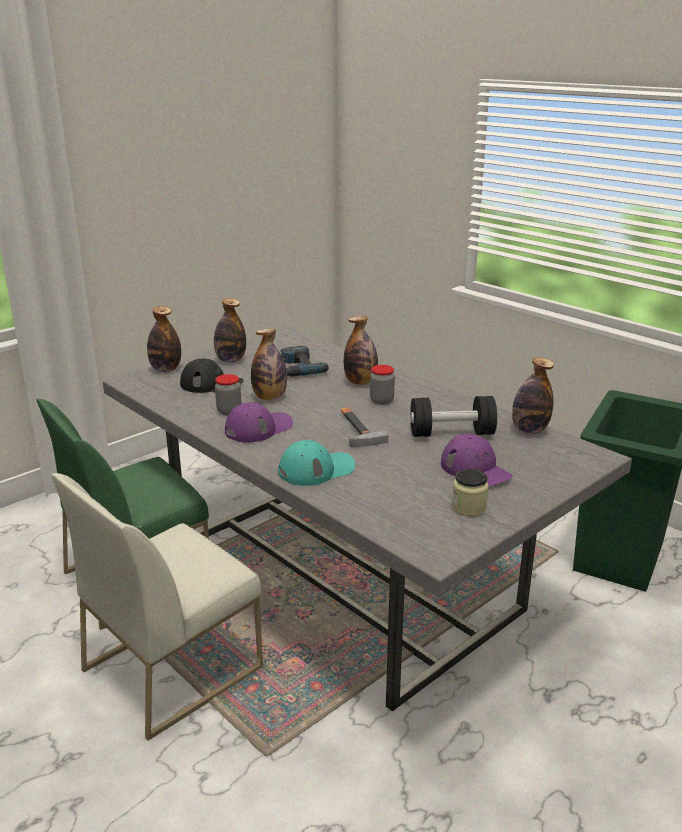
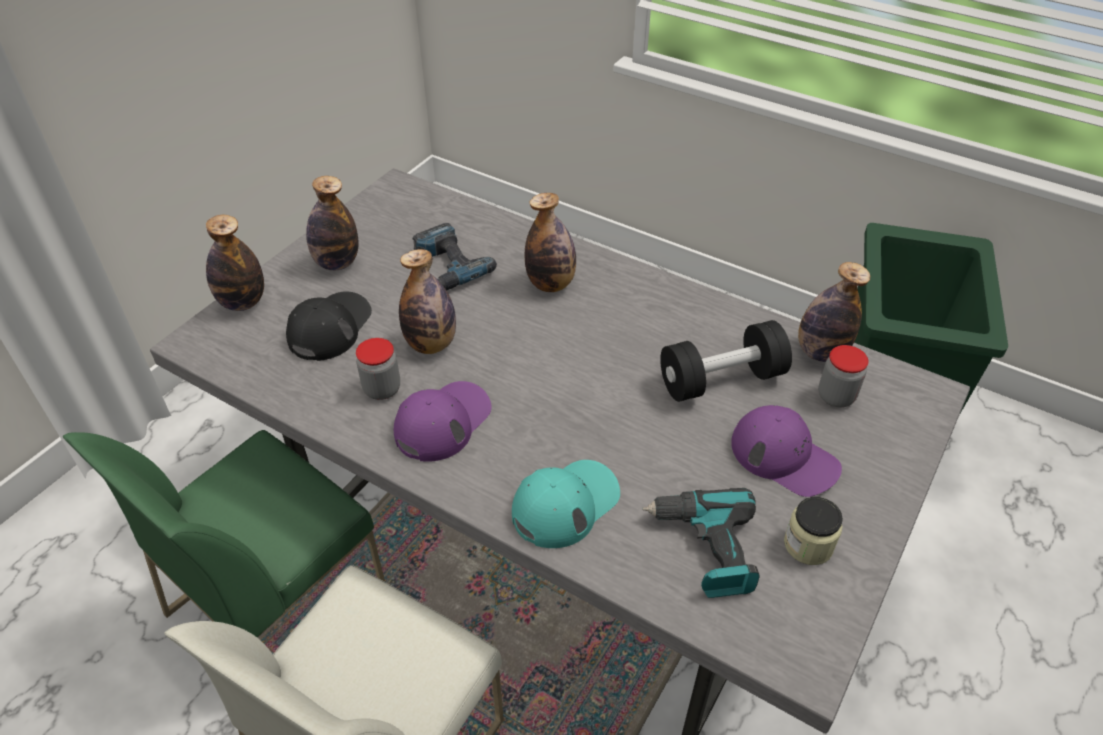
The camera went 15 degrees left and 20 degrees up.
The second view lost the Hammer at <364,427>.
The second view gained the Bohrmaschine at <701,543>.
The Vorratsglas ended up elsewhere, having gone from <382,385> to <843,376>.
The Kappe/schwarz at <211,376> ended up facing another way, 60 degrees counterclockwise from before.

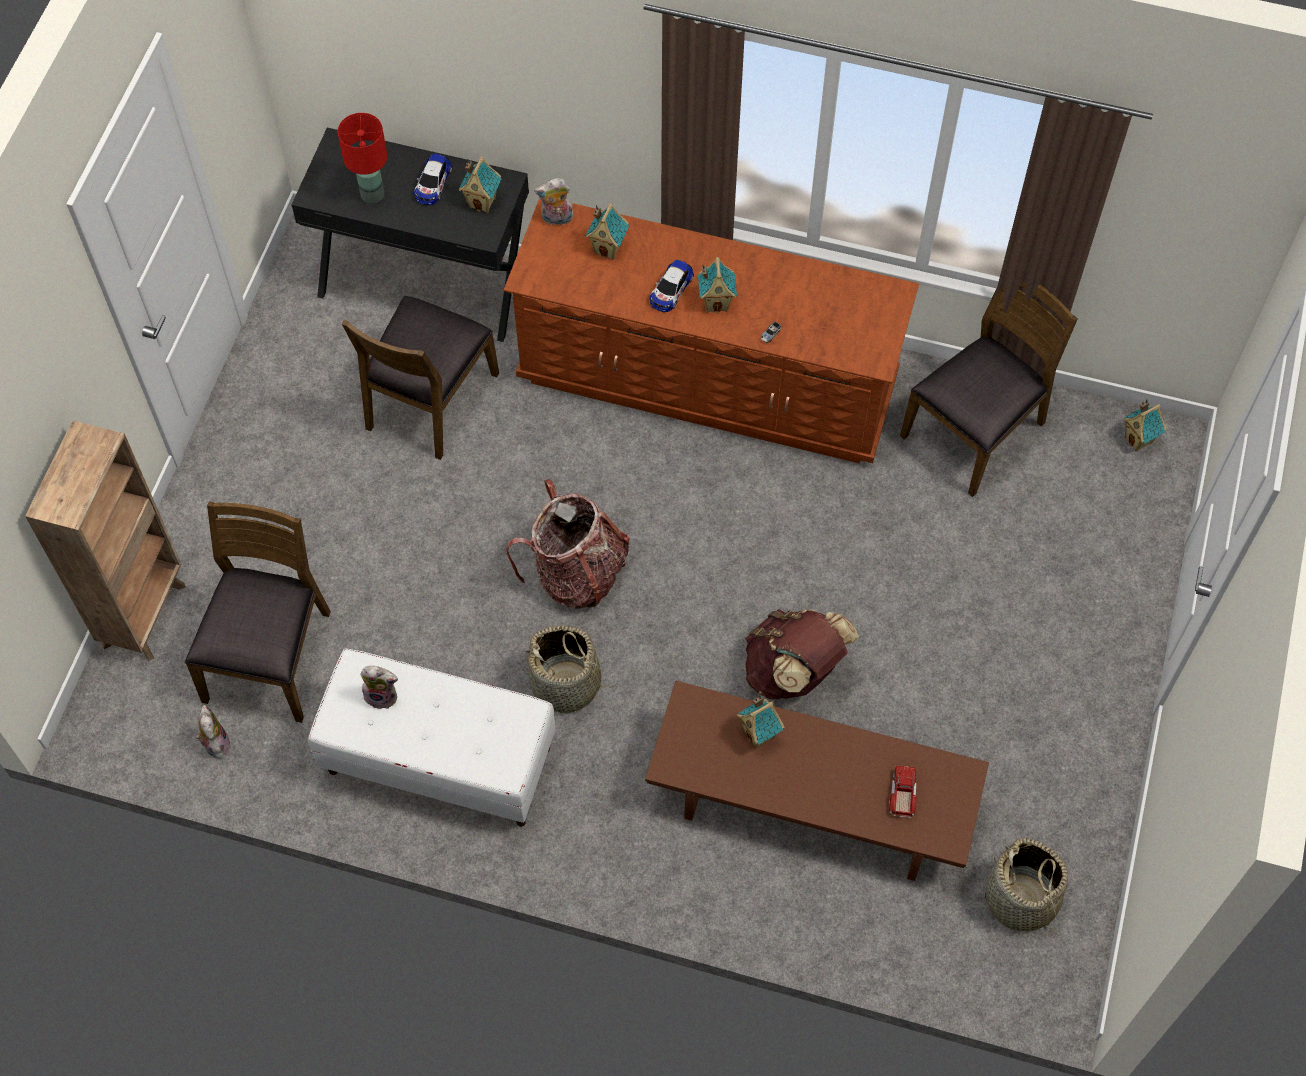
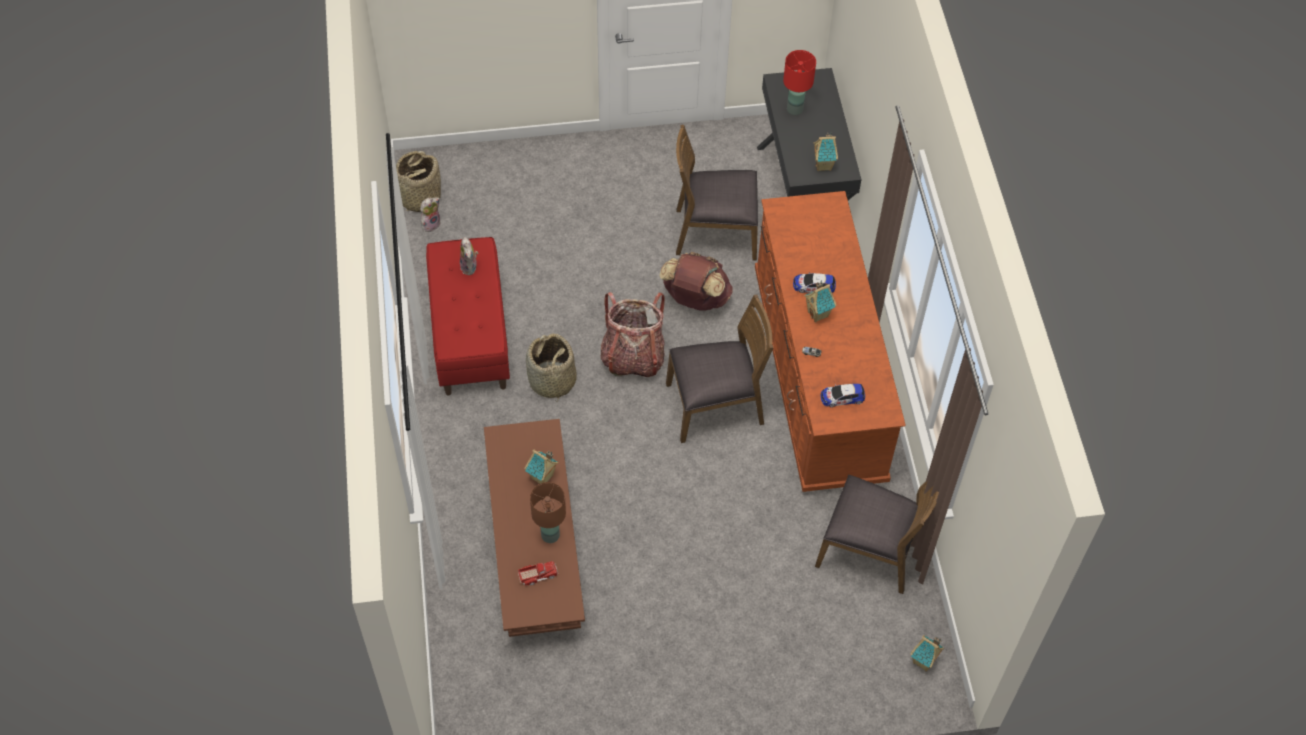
The camera went 65 degrees right and 5 degrees down.
The second view lost the Bücherregal/braun at <105,540>.
The second view lost the Plüschtier at <554,201>.
The second view lost the Spielzeughaus at <607,231>.
The second view gained the Tischlampe/braun at <548,512>.
The Stuhl/braun ended up elsewhere, having gone from <258,612> to <719,369>.
The Spielzeugauto ended up elsewhere, having gone from <433,179> to <843,395>.
The Rucksack/braun ended up elsewhere, having gone from <802,654> to <696,281>.
The Korb ended up elsewhere, having gone from <1026,887> to <418,181>.
What was the Bank/weiß at <431,738> turned into the Bank/rot at <468,316>.

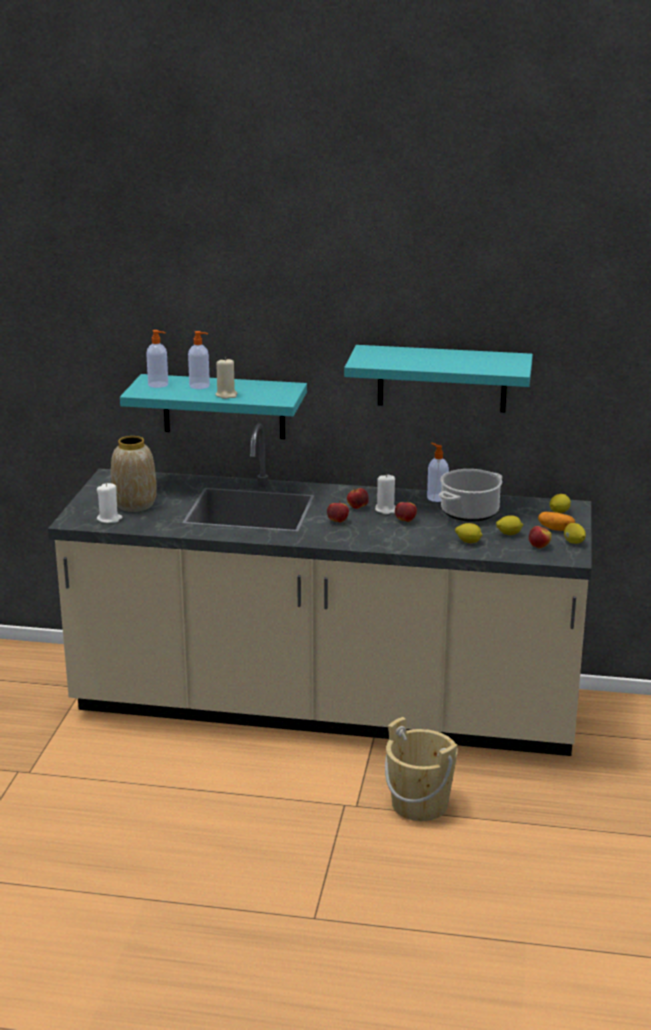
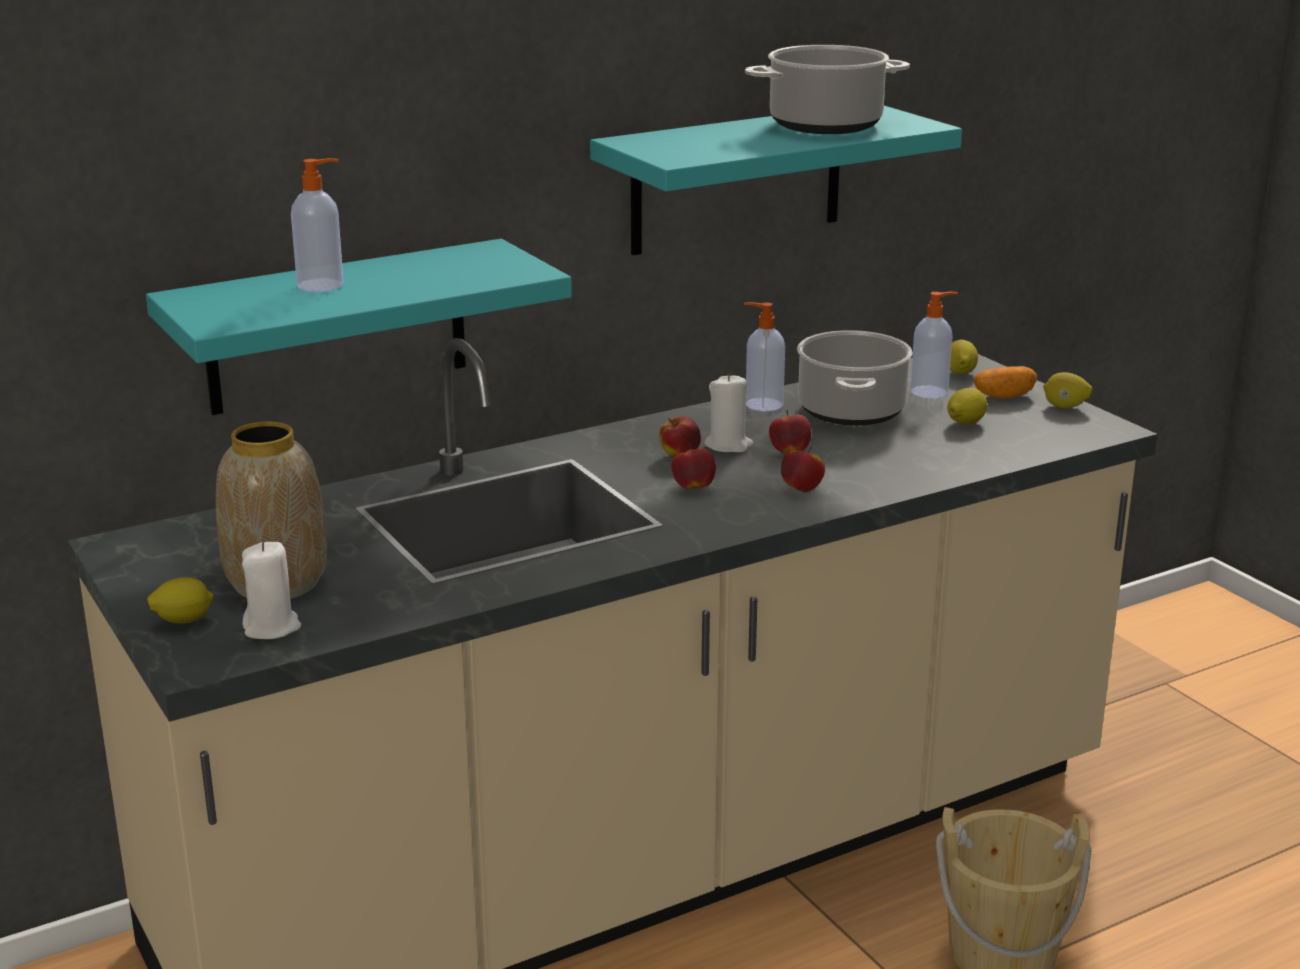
The camera went 40 degrees left and 0 degrees up.
The second view lost the Kerze/beige at <226,378>.
The second view gained the Kochtopf at <827,89>.
The Seifenspender ended up elsewhere, having gone from <157,359> to <934,345>.
The Zitrone ended up elsewhere, having gone from <468,533> to <180,600>.
The Apfel ended up elsewhere, having gone from <540,537> to <803,469>.

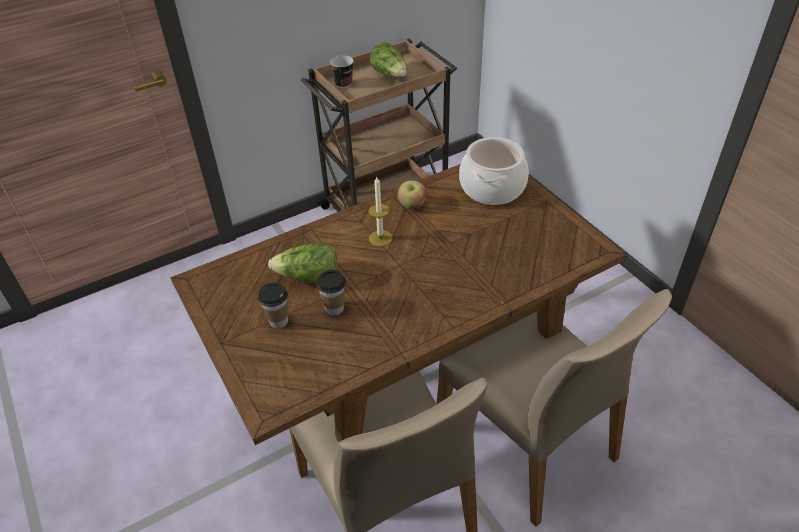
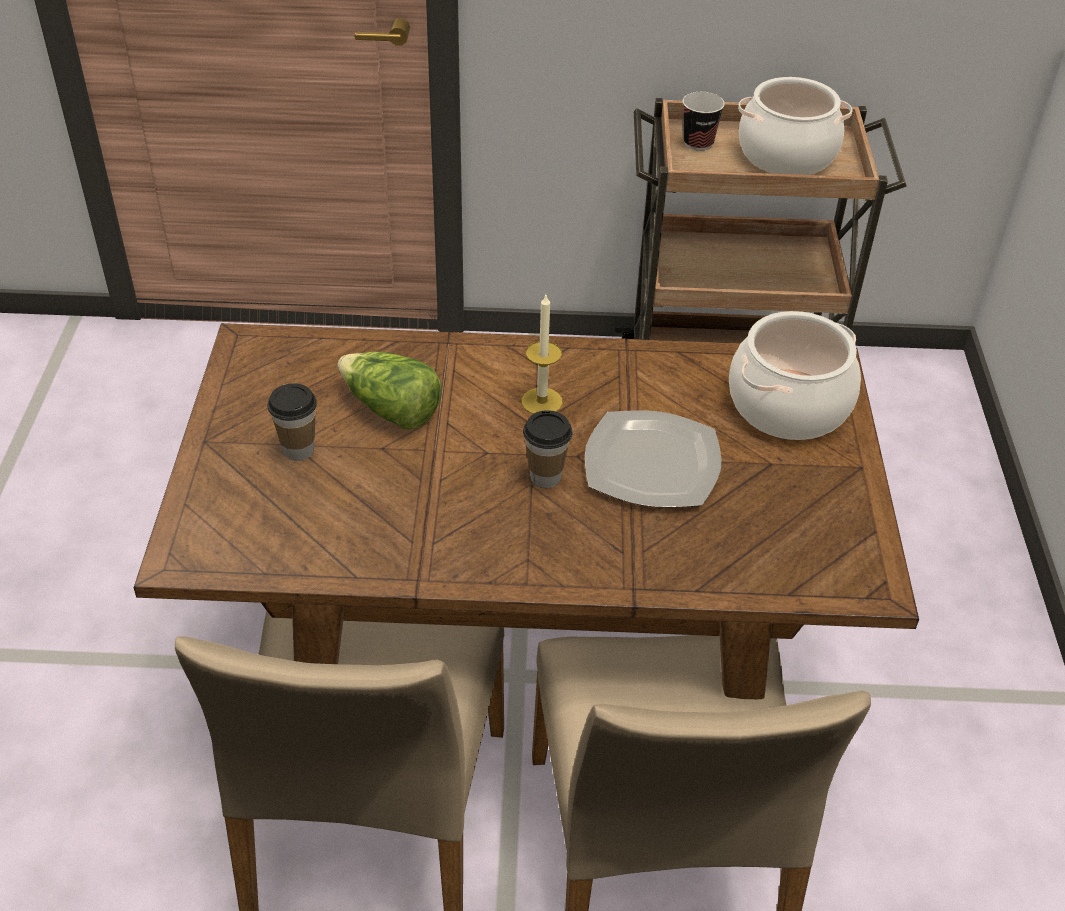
The camera went 30 degrees right and 0 degrees up.
The second view lost the Apfel at <412,195>.
The second view gained the Teller at <653,458>.
The Tasse ended up elsewhere, having gone from <331,293> to <548,449>.
Where the Salatkopf stood at <388,59>, the Kochtopf came to stand at <795,126>.

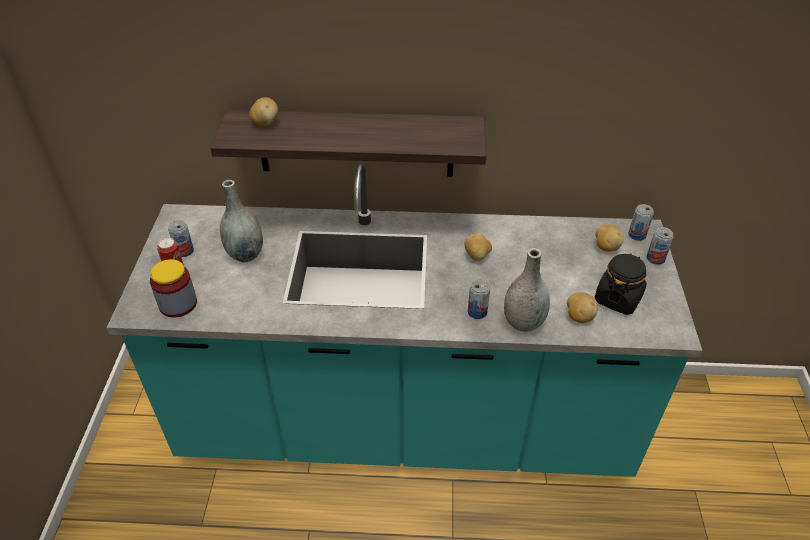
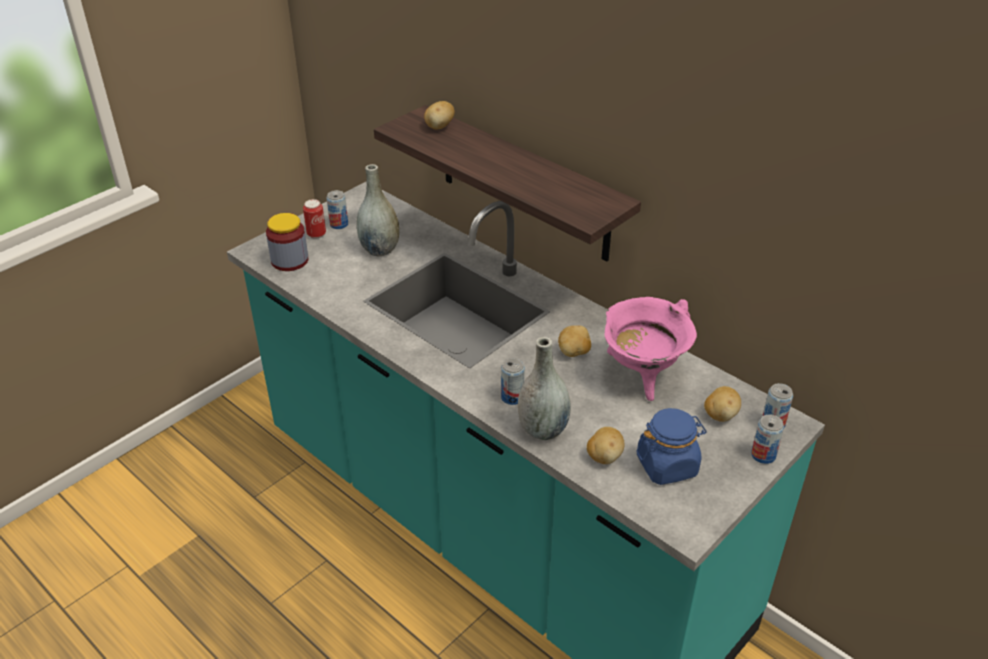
The camera went 40 degrees right and 5 degrees down.
The second view gained the Kochtopf/rosa at <650,349>.
What was the Vorratsglas/schwarz at <621,284> turned into the Vorratsglas/blau at <672,446>.

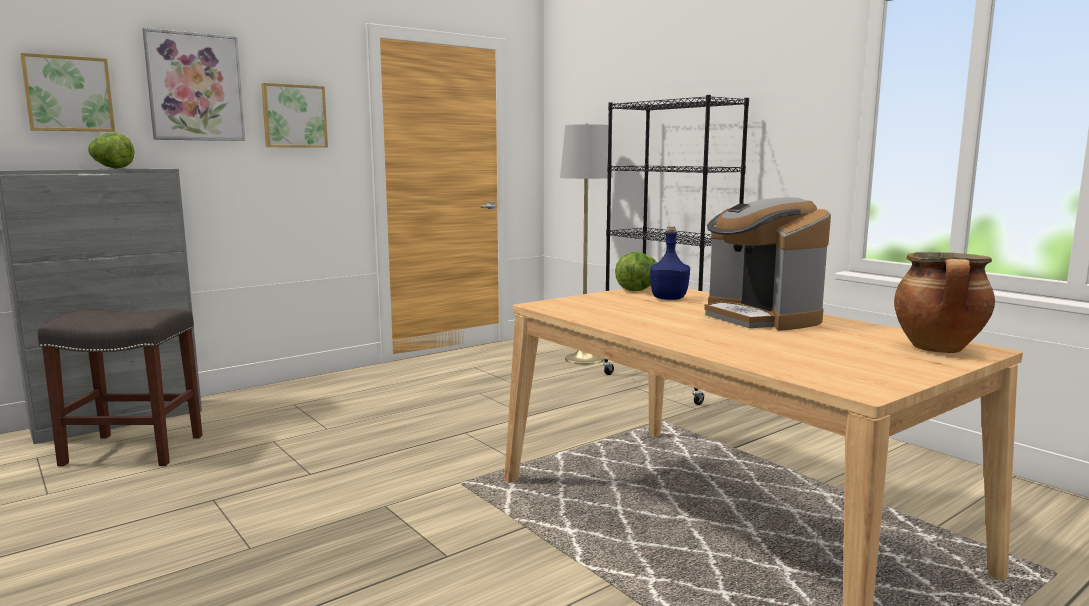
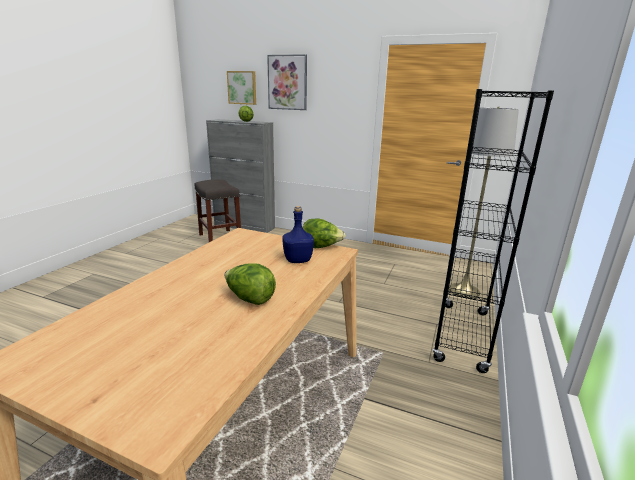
The camera went 60 degrees right and 10 degrees up.
The second view lost the Bild at <294,115>.
The second view lost the Kochtopf at <944,302>.
Where the Kaffeemaschine stood at <767,264>, the Salatkopf came to stand at <250,284>.

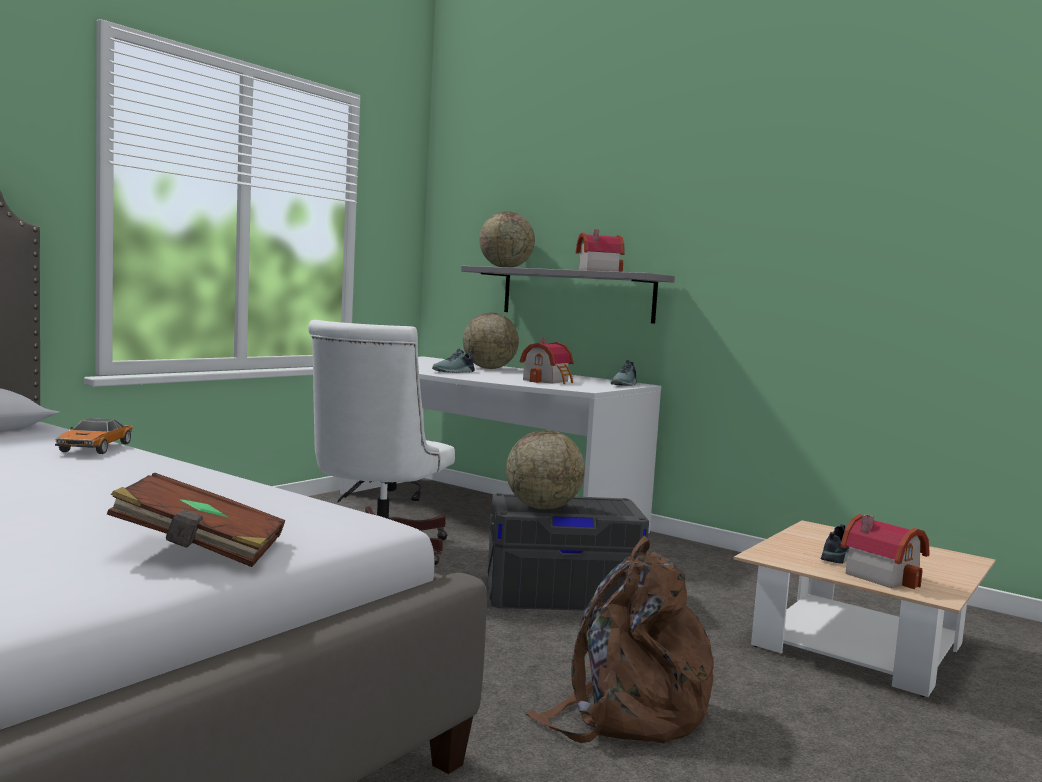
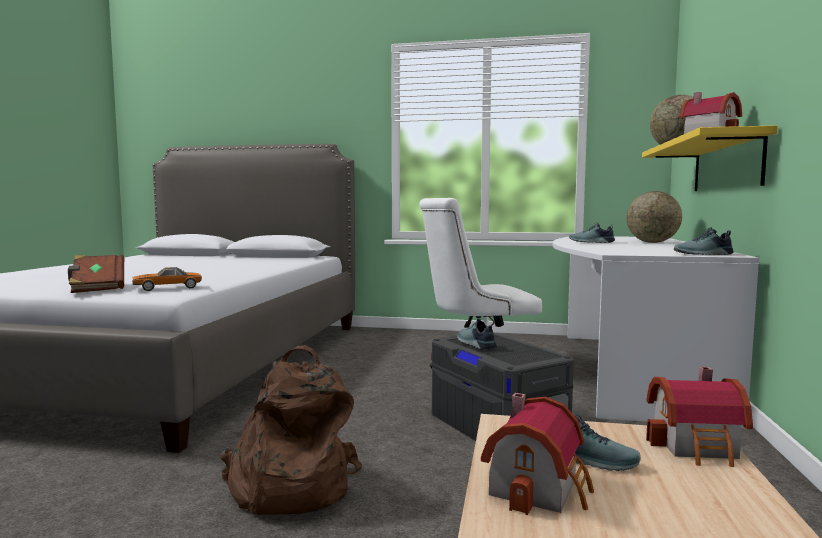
The camera went 65 degrees right and 0 degrees up.
The Spielzeugauto ended up elsewhere, having gone from <94,436> to <167,279>.
The Spielzeughaus ended up elsewhere, having gone from <547,361> to <699,417>.
Where the Globus stood at <545,470>, the Schuh came to stand at <477,334>.
What was the Wandregal/grau at <568,295> turned into the Wandregal/gelb at <710,158>.

